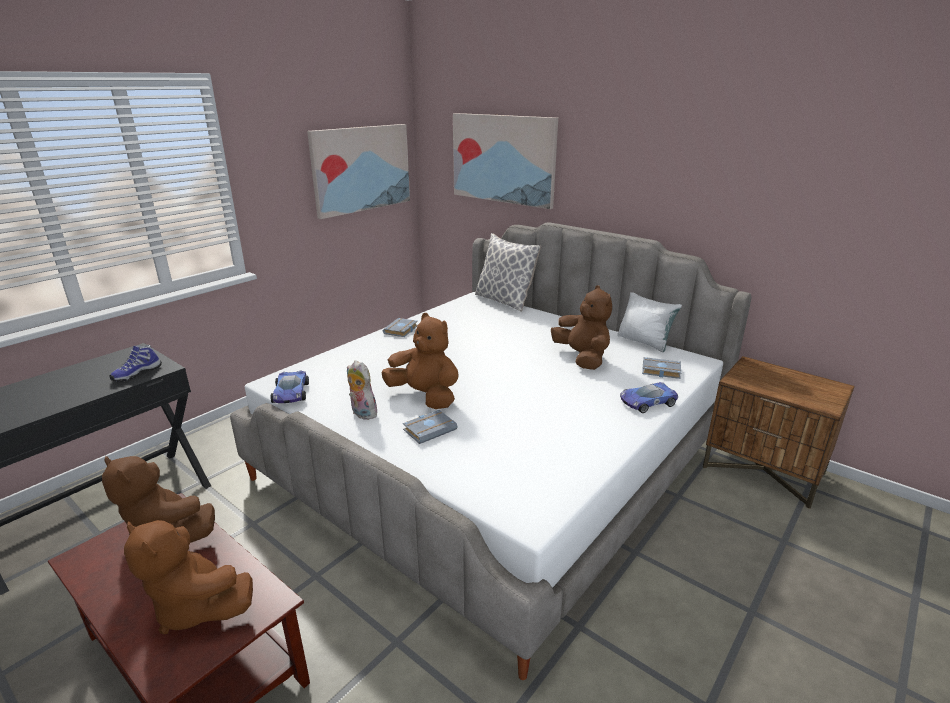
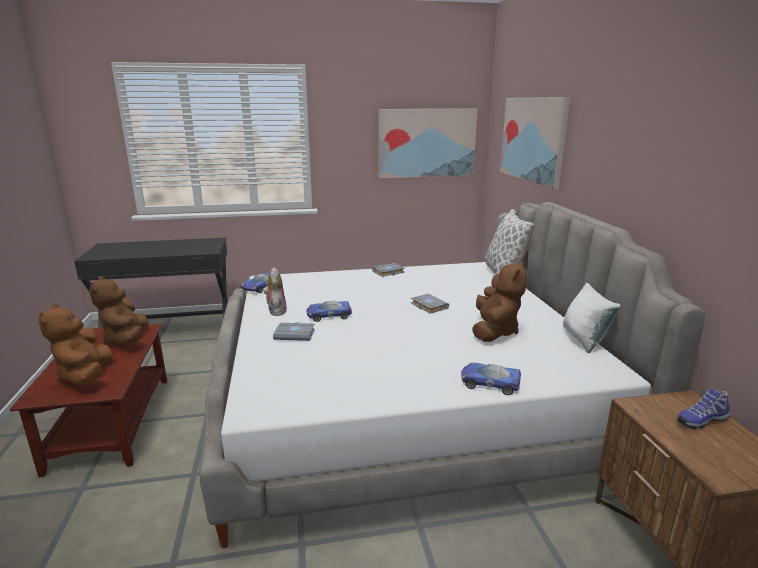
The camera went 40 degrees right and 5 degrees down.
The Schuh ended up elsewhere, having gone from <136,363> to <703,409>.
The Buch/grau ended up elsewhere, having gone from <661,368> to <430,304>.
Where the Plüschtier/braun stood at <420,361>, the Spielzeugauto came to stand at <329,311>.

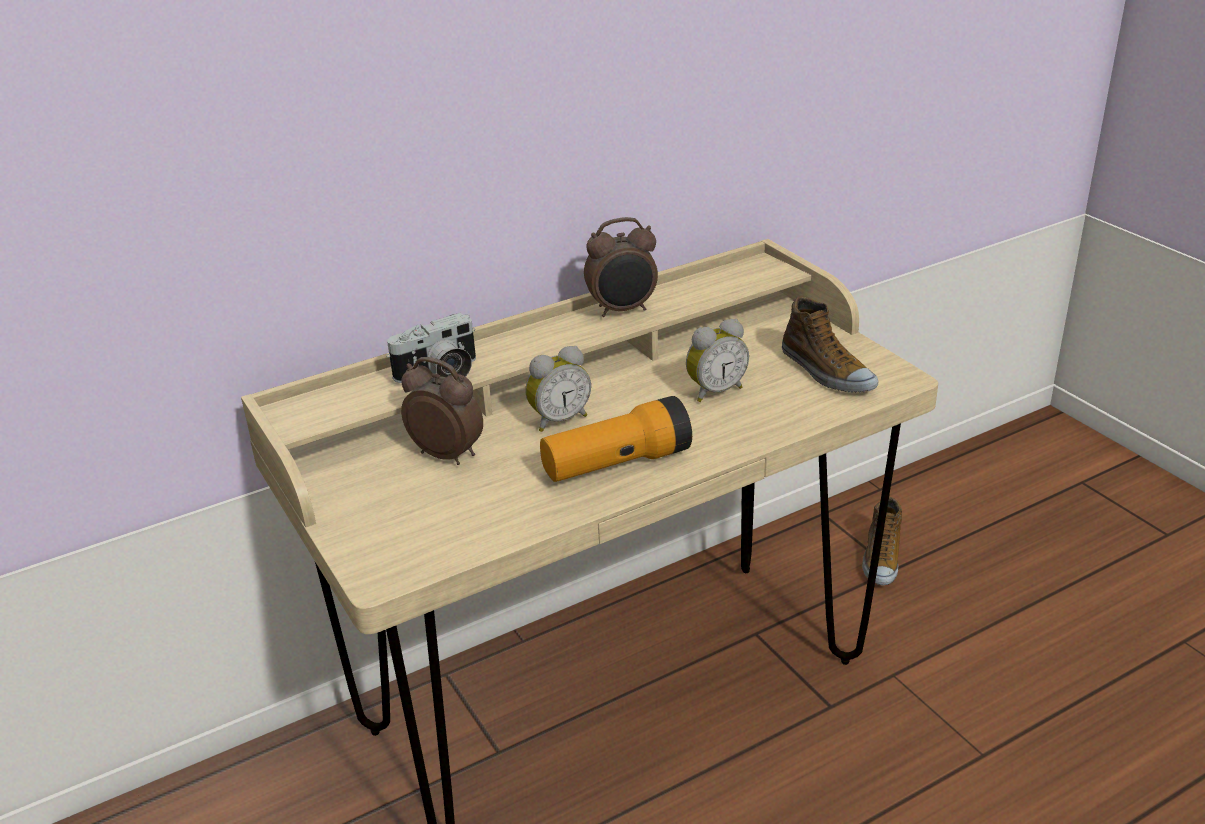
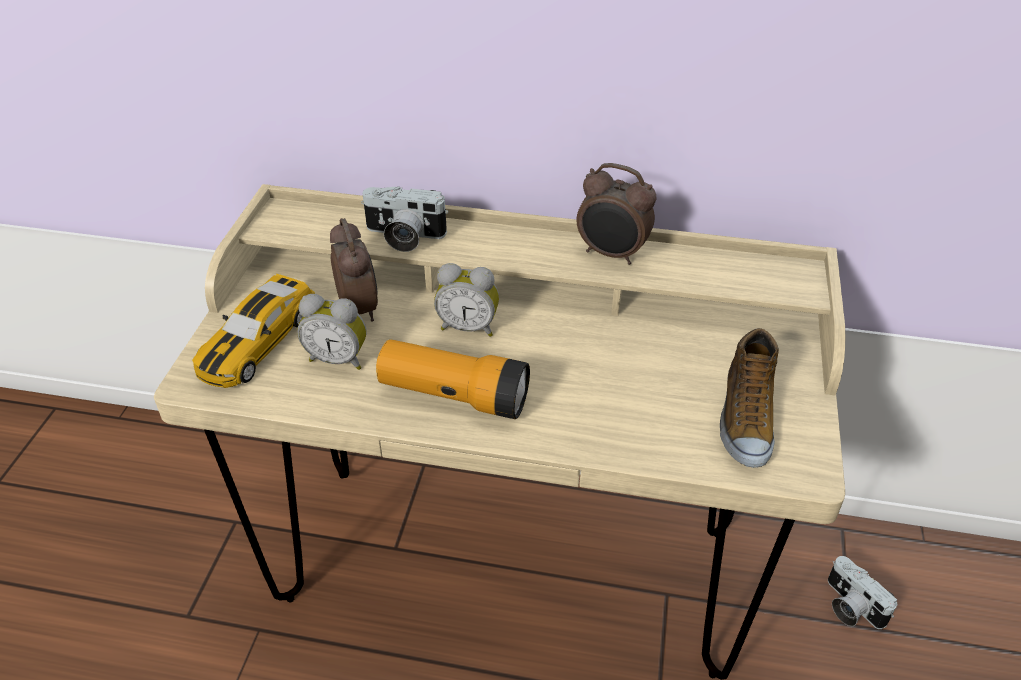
The camera went 40 degrees right and 10 degrees up.
The second view gained the Spielzeugauto at <253,331>.
The Wecker ended up elsewhere, having gone from <717,360> to <332,332>.
Where the Schuh stood at <882,541>, the Kamera came to stand at <862,592>.

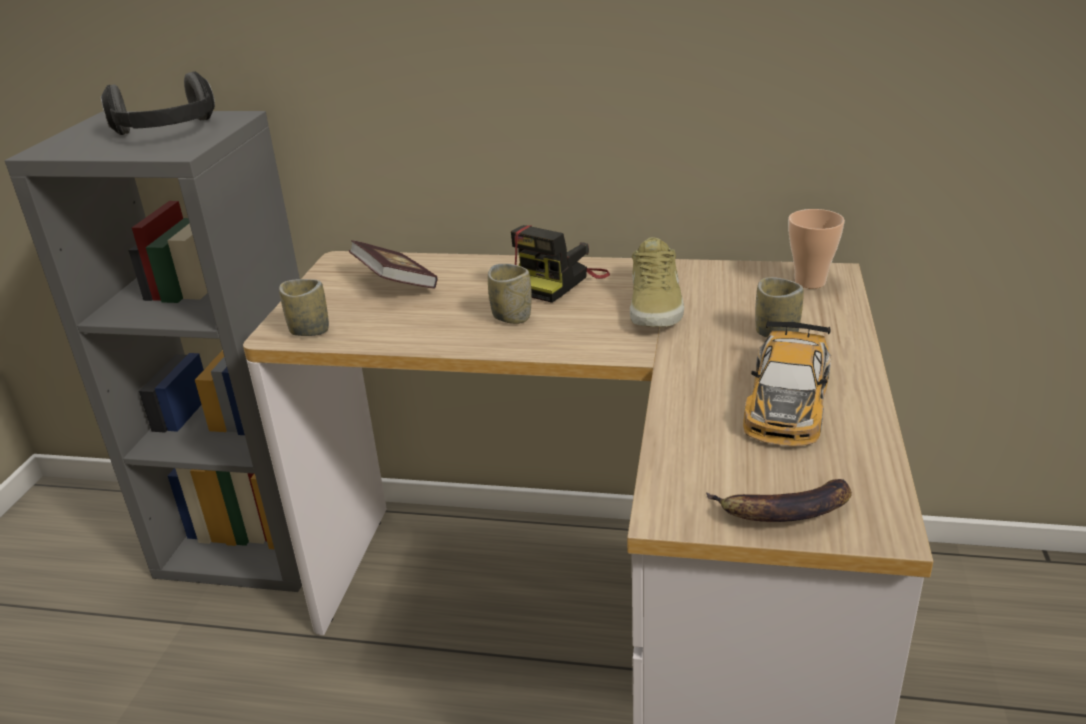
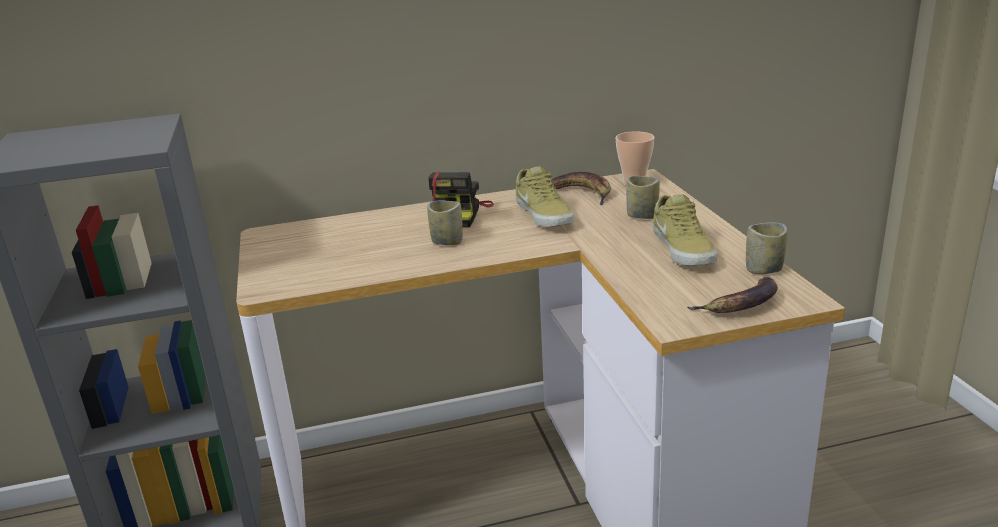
The camera went 25 degrees left and 5 degrees down.
The second view lost the Kopfhörer at <158,103>.
The second view lost the Buch at <393,264>.
The second view gained the Banane at <581,188>.
The Tasse ended up elsewhere, having gone from <304,307> to <766,248>.
Where the Spielzeugauto stood at <787,383>, the Schuh/beige came to stand at <685,229>.

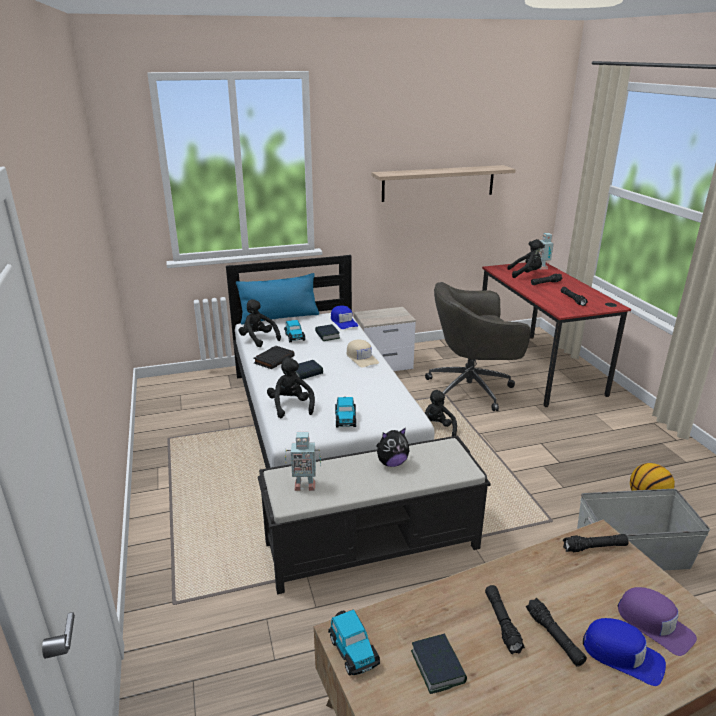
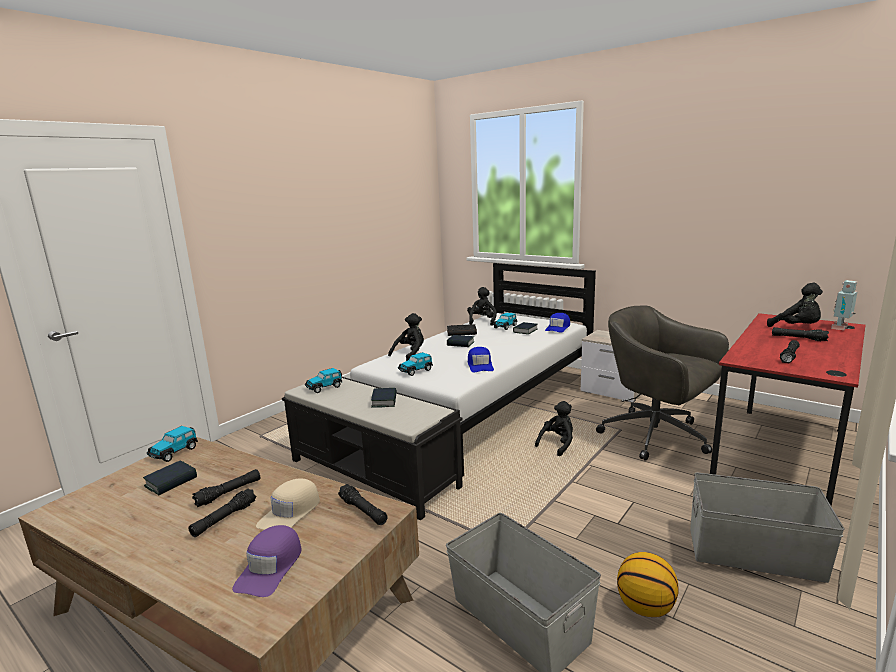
The camera went 55 degrees right and 10 degrees down.
The second view lost the Kissen/blau at <277,299>.
The second view lost the Wandregal at <444,183>.
The second view gained the Aufbewahrungsbox/grau at <767,528>.
The Kappe/beige ended up elsewhere, having gone from <363,354> to <288,504>.
The Kappe/blau ended up elsewhere, having gone from <624,652> to <481,359>.
Where the Spielzeugroboter stood at <303,461>, the Spielzeugauto came to stand at <323,380>.
Where the Plüschtier stood at <392,447>, the Buch came to stand at <384,398>.

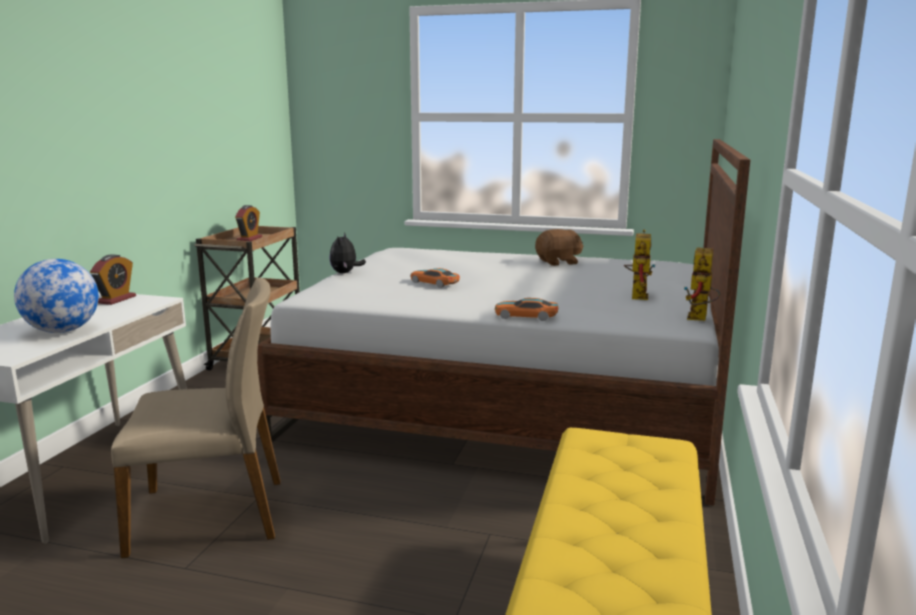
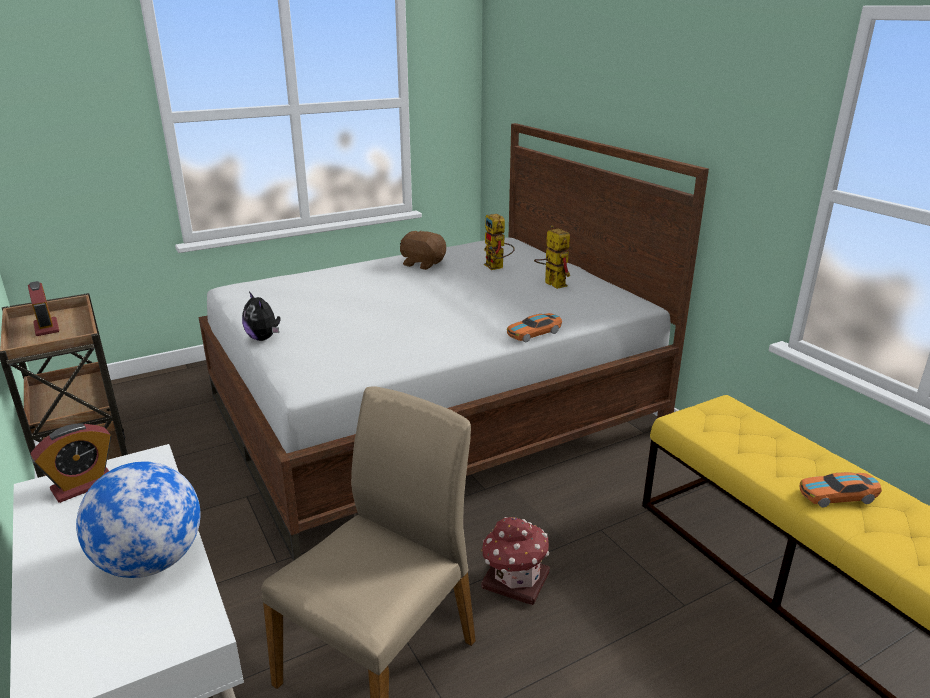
The camera went 45 degrees left and 10 degrees up.
The second view gained the Spielzeughaus at <515,561>.
The Spielzeugauto ended up elsewhere, having gone from <435,278> to <841,489>.
The Spielzeugroboter ended up elsewhere, having gone from <702,284> to <499,242>.
The Wecker at <113,280> ended up facing another way, 75 degrees clockwise from before.
The Plüschtier/braun at <559,247> ended up facing another way, 90 degrees counterclockwise from before.

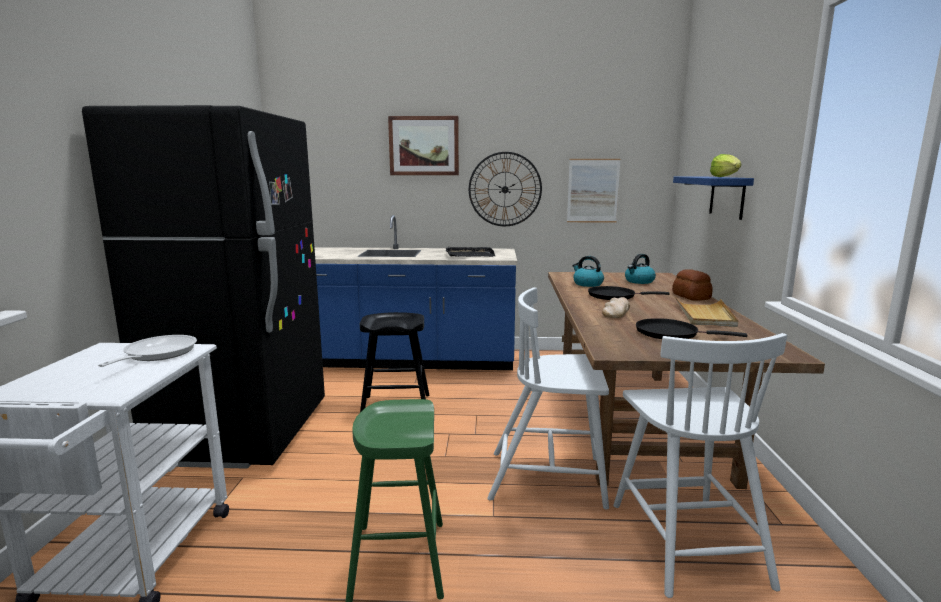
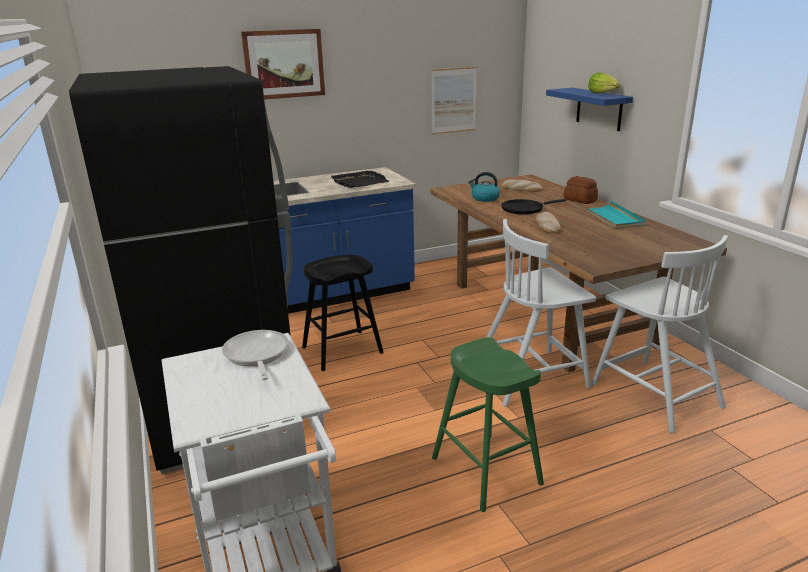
The camera went 25 degrees left and 10 degrees up.
The second view lost the Wanduhr at <505,189>.
The second view lost the Pfanne/schwarz at <691,328>.
Where the Wasserkessel stood at <640,269>, the Brot came to stand at <522,185>.
What was the Tablett/beige at <706,312> turned into the Tablett/türkis at <613,215>.

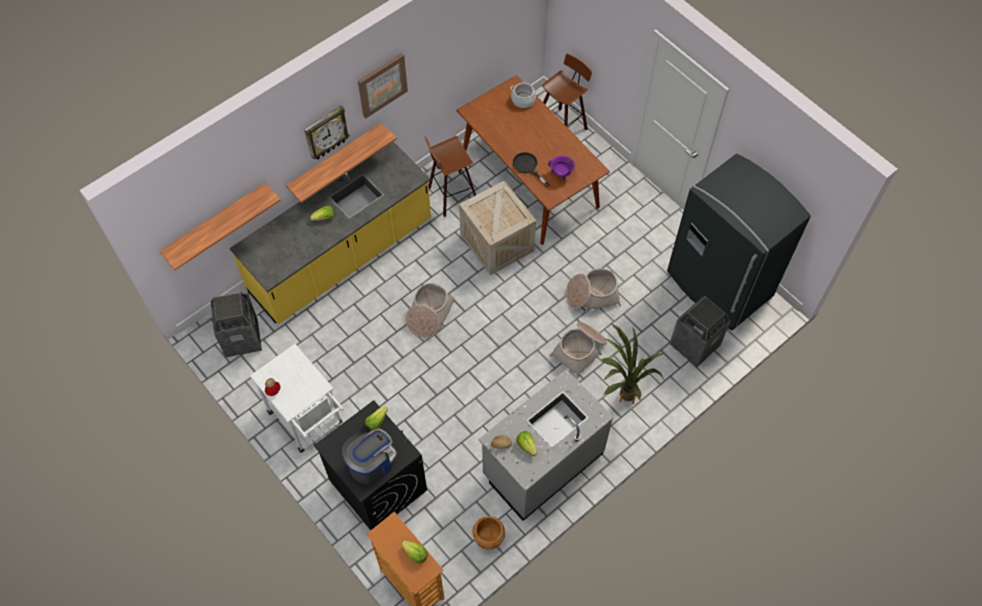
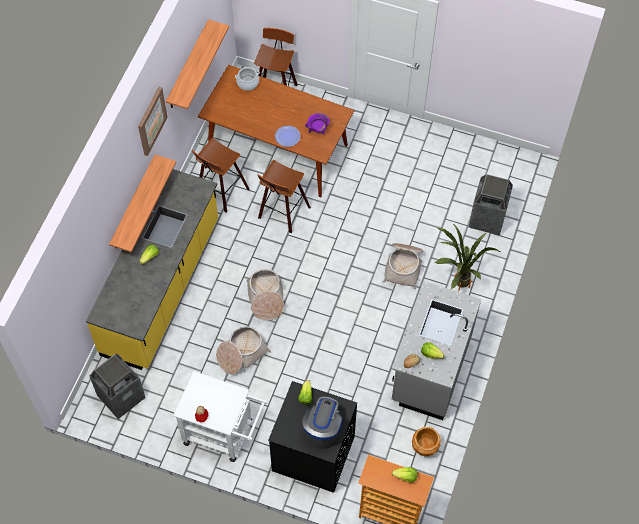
The camera went 30 degrees left and 0 degrees up.
The second view lost the Wanduhr at <327,132>.
The second view lost the Kühlschrank/grau at <739,242>.
The Wandregal ended up elsewhere, having gone from <220,226> to <197,64>.
The Korb ended up elsewhere, having gone from <593,290> to <243,350>.
Where the Kiste stood at <497,227>, the Hocker came to stand at <284,196>.
Where the Pfanne/schwarz stood at <531,169>, the Teller came to stand at <288,136>.

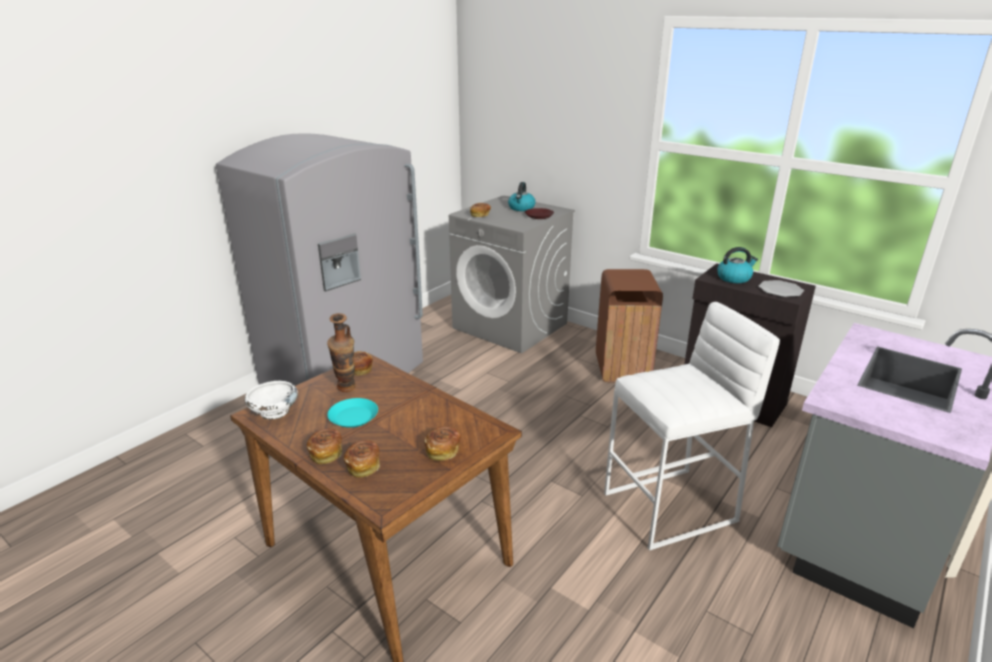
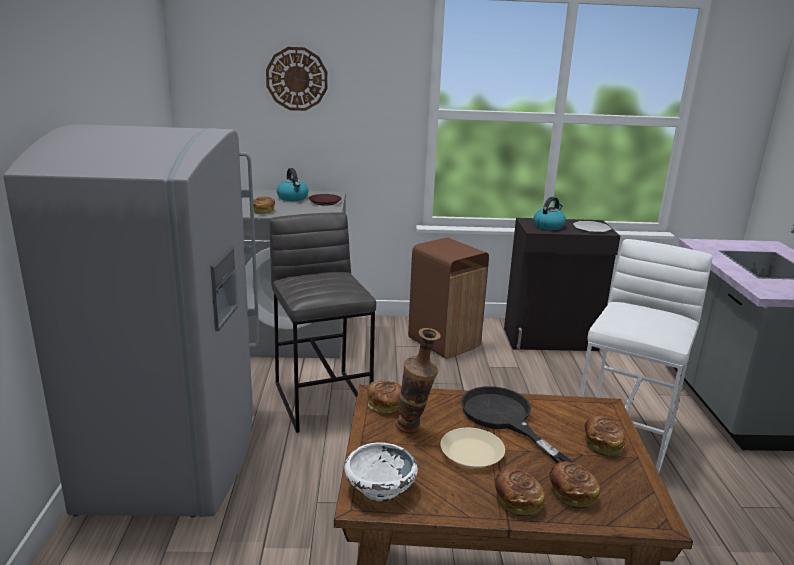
The camera went 40 degrees left and 5 degrees down.
The second view gained the Wanduhr at <296,79>.
The second view gained the Hocker/grau at <322,322>.
The second view gained the Pfanne/schwarz at <516,424>.
What was the Teller/türkis at <352,413> turned into the Teller/beige at <472,448>.

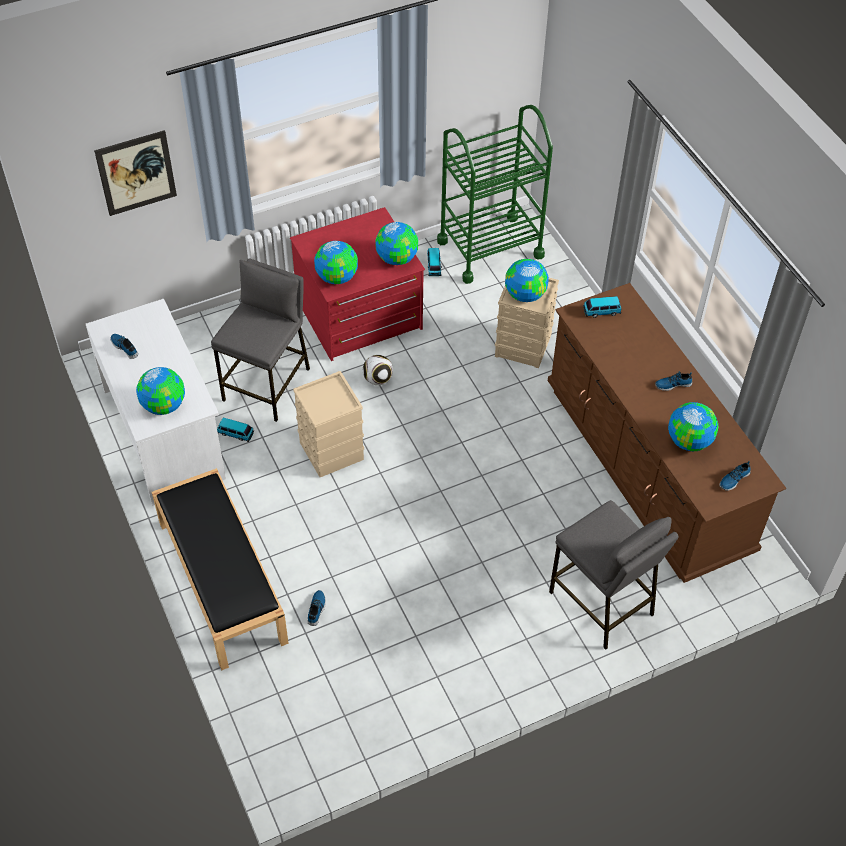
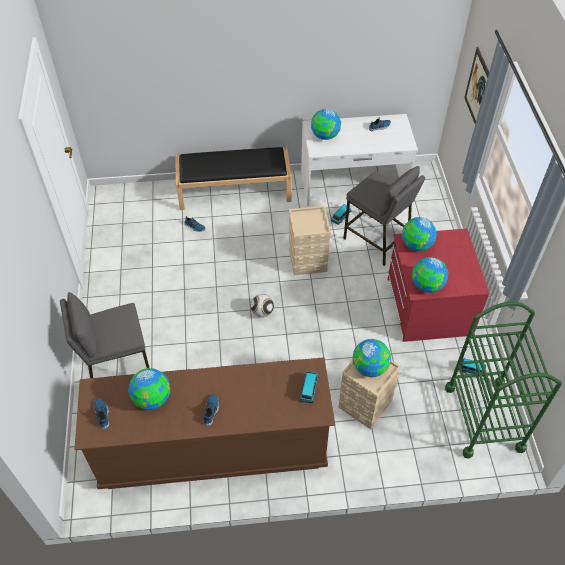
The camera went 110 degrees right and 0 degrees up.
The Fußball ended up elsewhere, having gone from <378,370> to <262,305>.

